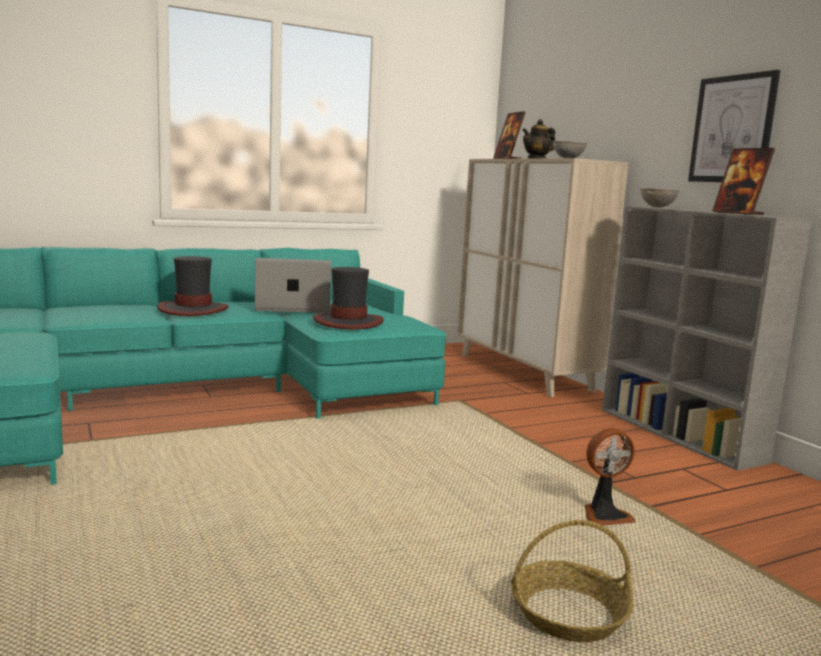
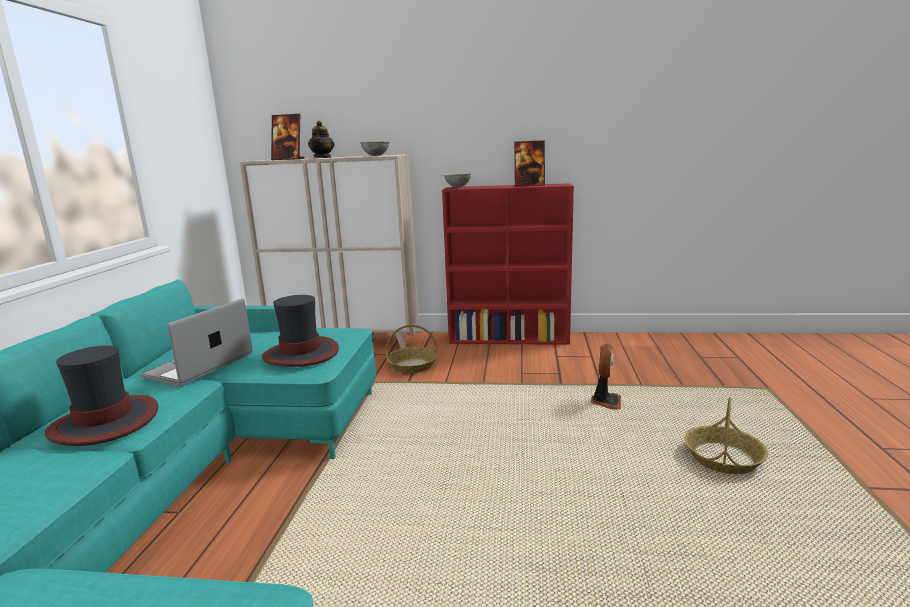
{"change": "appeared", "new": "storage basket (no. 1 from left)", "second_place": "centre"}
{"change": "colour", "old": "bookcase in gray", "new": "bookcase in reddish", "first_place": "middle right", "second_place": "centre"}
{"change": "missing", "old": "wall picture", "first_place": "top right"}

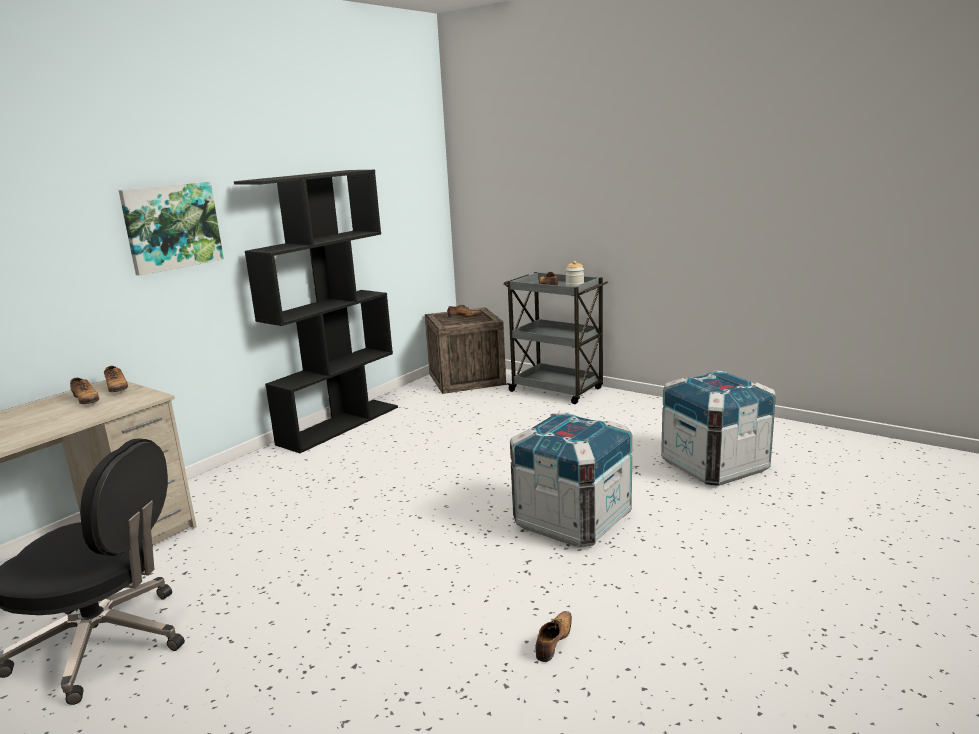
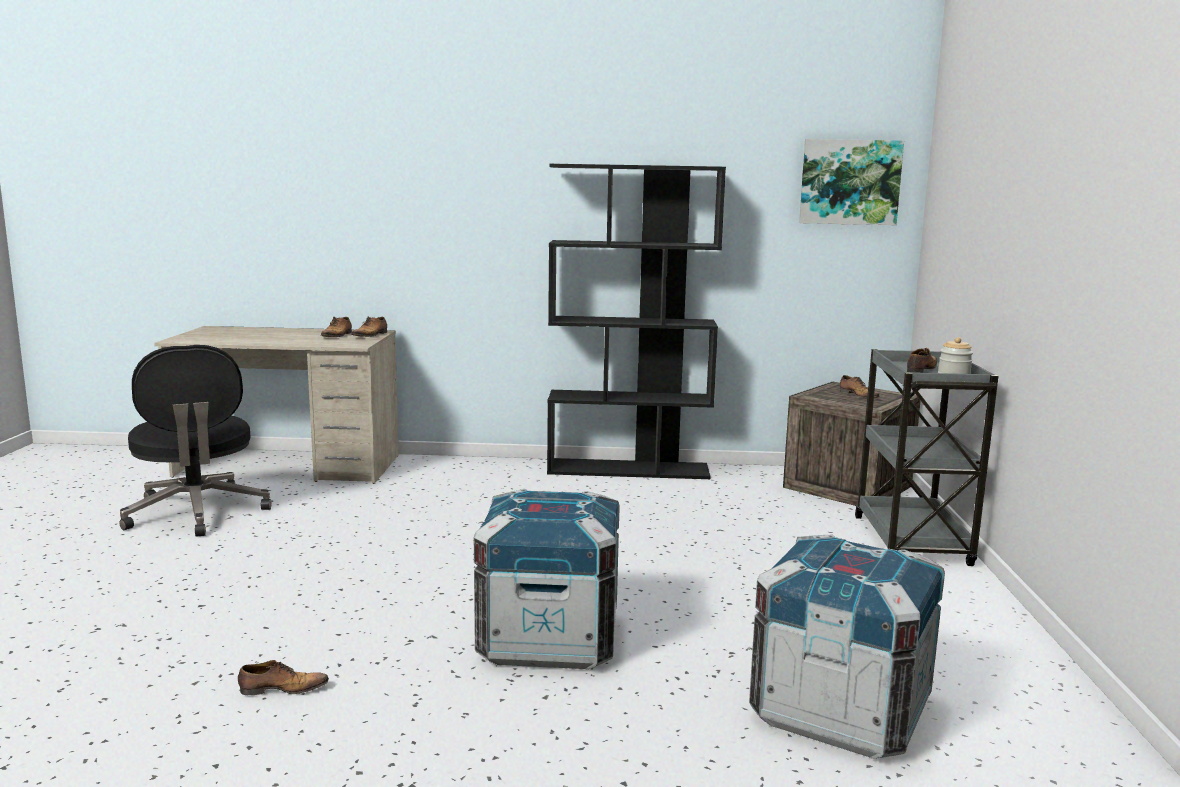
{"change": "relocated", "old": "wall picture", "first_place": "top left", "second_place": "top right"}

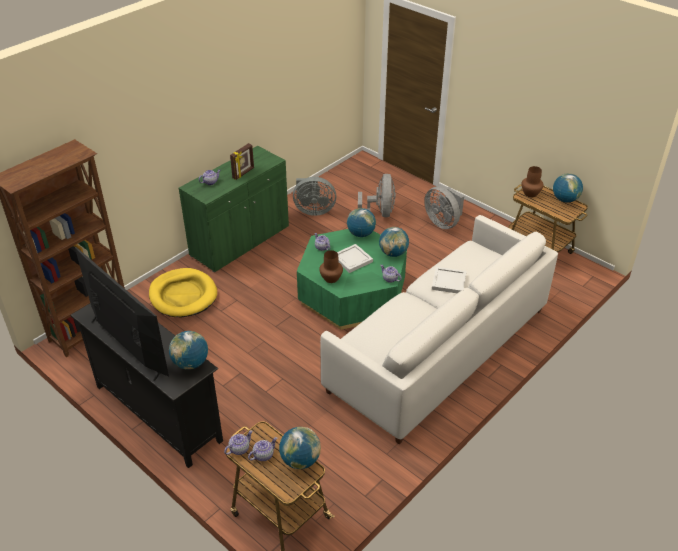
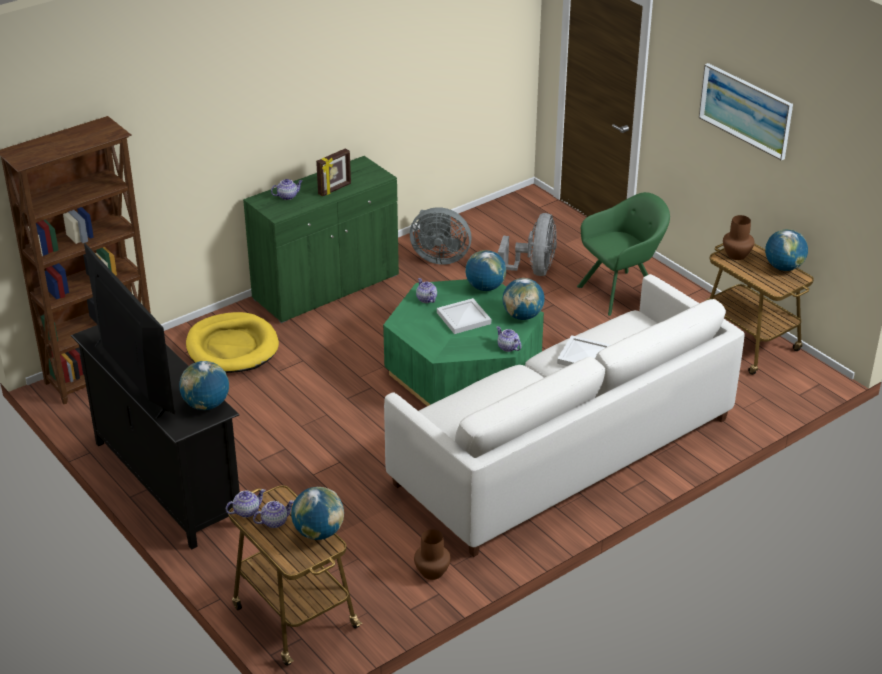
{"change": "relocated", "old": "decorative vase in brownish (no. 1 from left)", "first_place": "centre", "second_place": "bottom centre"}
{"change": "exchanged", "old": "cooling fan in gray (no. 3 from left)", "new": "easy chair in green", "first_place": "centre", "second_place": "middle right"}
{"change": "appeared", "new": "wall picture", "second_place": "top right"}

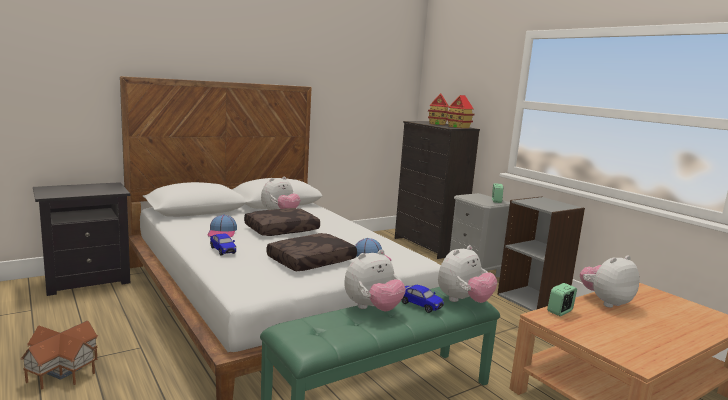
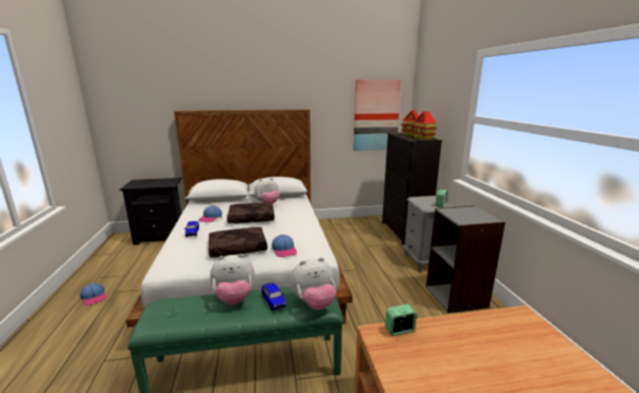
{"change": "exchanged", "old": "toy house (no. 1 from left)", "new": "peaked cap (no. 1 from left)", "first_place": "bottom left", "second_place": "bottom left"}
{"change": "appeared", "new": "wall picture", "second_place": "top centre"}
{"change": "missing", "old": "cuddly toy (no. 4 from left)", "first_place": "bottom right"}

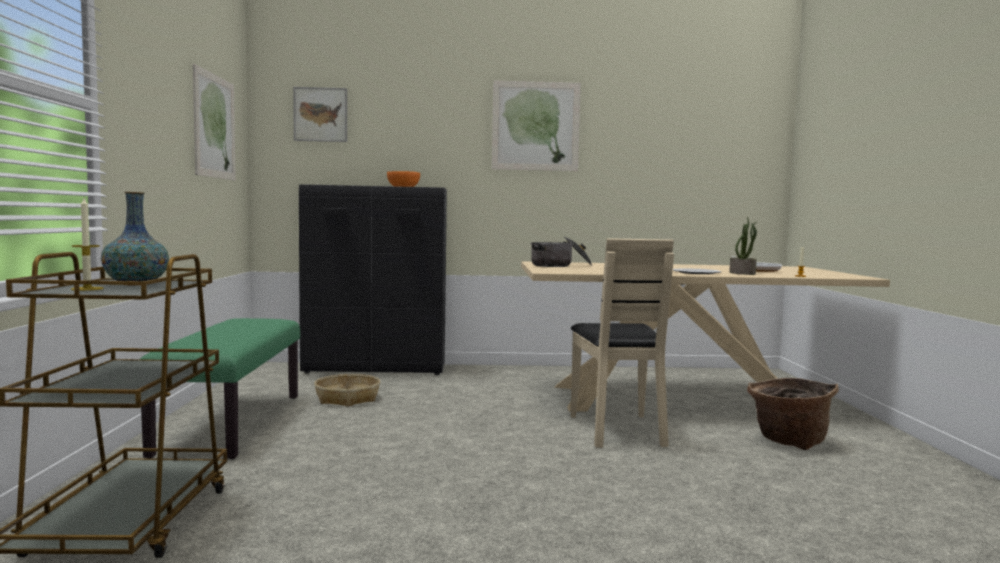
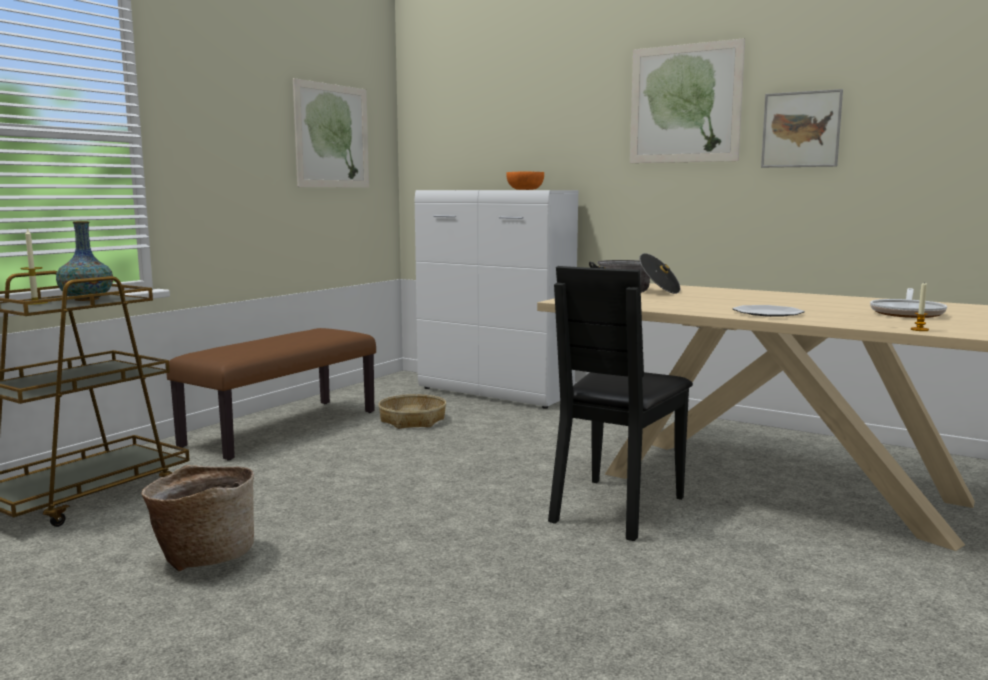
{"change": "relocated", "old": "storage basket (no. 2 from left in the first image)", "new": "storage basket (no. 1 from left)", "first_place": "bottom right", "second_place": "bottom left"}
{"change": "colour", "old": "indoor bench in green", "new": "indoor bench in brownish", "first_place": "bottom left", "second_place": "middle left"}
{"change": "colour", "old": "cupboard in black-coloured", "new": "cupboard in white", "first_place": "centre", "second_place": "centre"}
{"change": "colour", "old": "chair in sand-coloured", "new": "chair in black-coloured", "first_place": "centre", "second_place": "centre"}
{"change": "relocated", "old": "wall picture (no. 2 from left in the first image)", "new": "wall picture (no. 3 from left)", "first_place": "top left", "second_place": "top right"}
{"change": "missing", "old": "houseplant", "first_place": "middle right"}

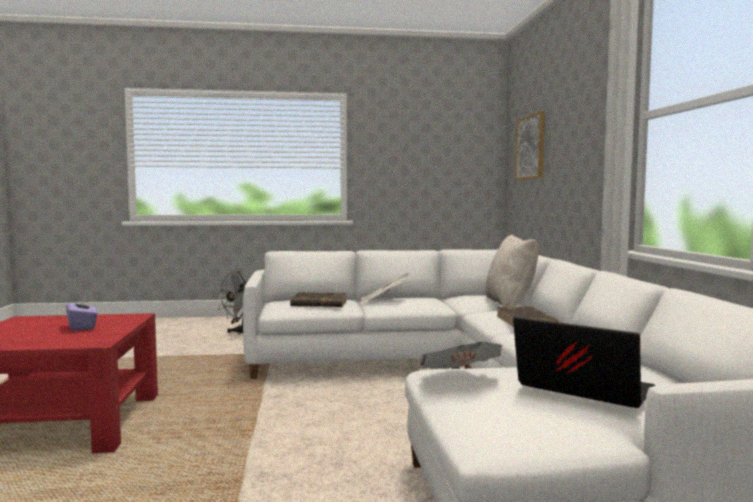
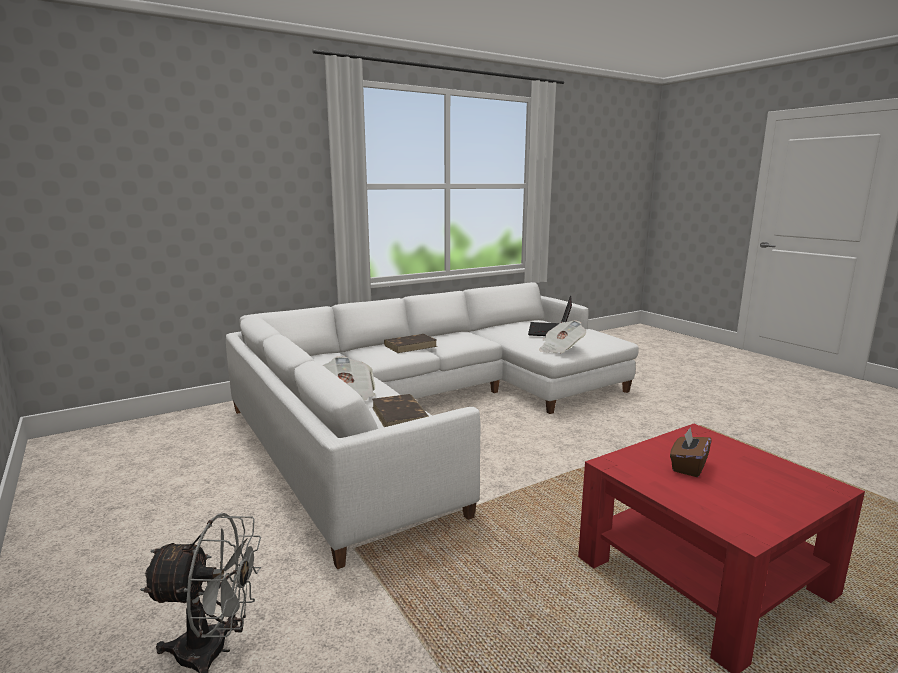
{"change": "colour", "old": "tissue holder in purple", "new": "tissue holder in brownish", "first_place": "middle left", "second_place": "bottom right"}
{"change": "missing", "old": "throw pillow in sand-coloured", "first_place": "middle right"}
{"change": "missing", "old": "wall picture", "first_place": "top right"}

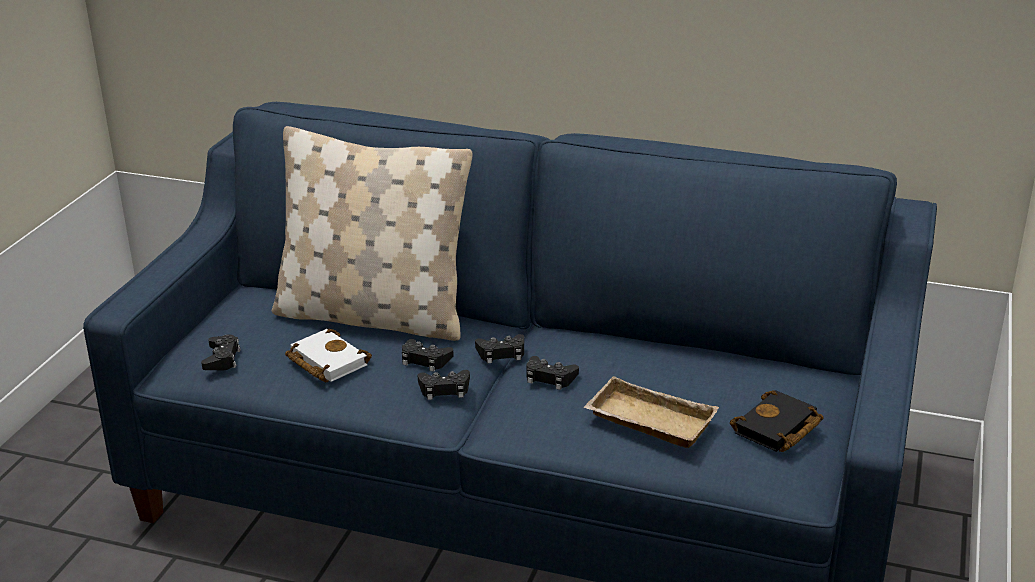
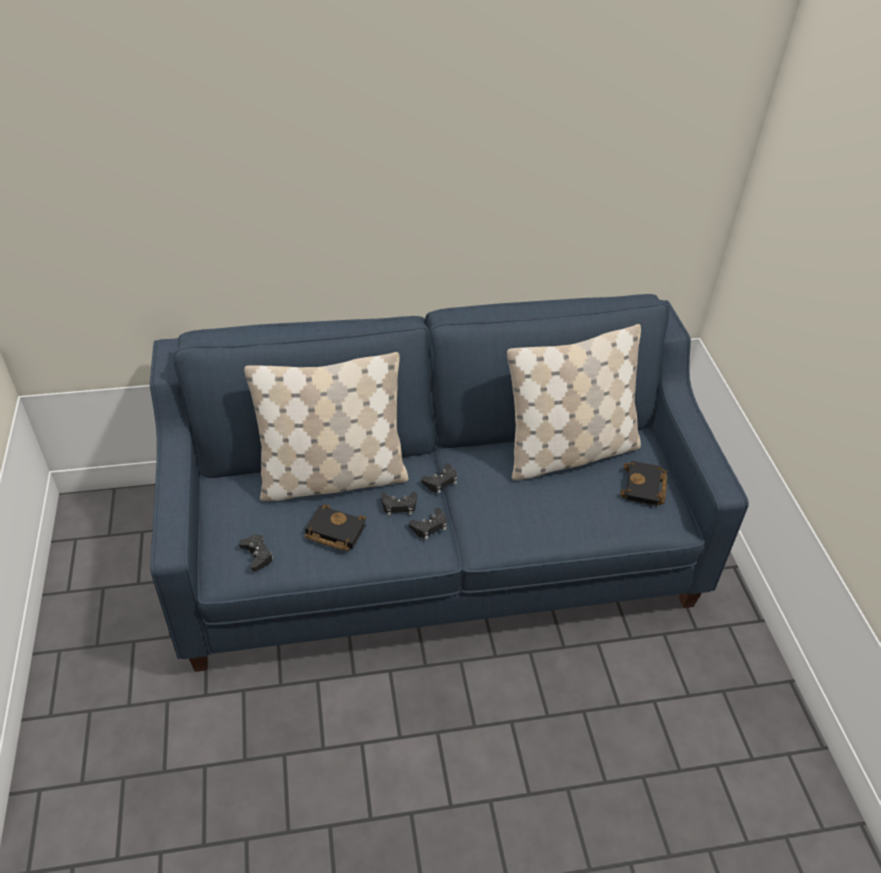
{"change": "colour", "old": "bound book in white", "new": "bound book in black-coloured (no. 1 from left)", "first_place": "middle left", "second_place": "centre"}
{"change": "appeared", "new": "throw pillow in sand-coloured (no. 2 from left)", "second_place": "centre"}
{"change": "missing", "old": "game controller in black-coloured (no. 5 from left)", "first_place": "centre"}
{"change": "missing", "old": "serving tray in sand-coloured", "first_place": "bottom centre"}

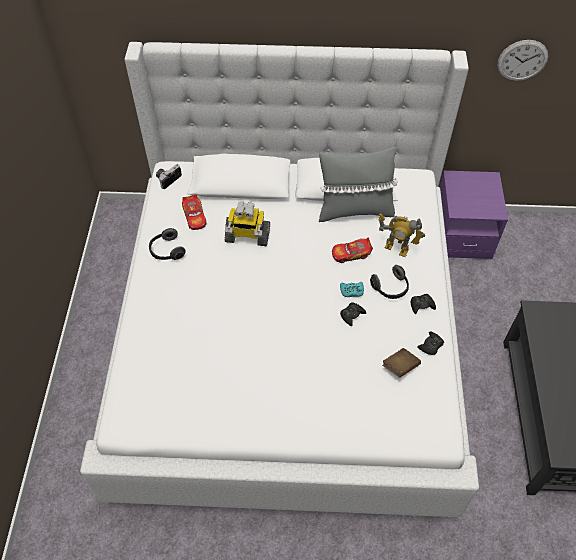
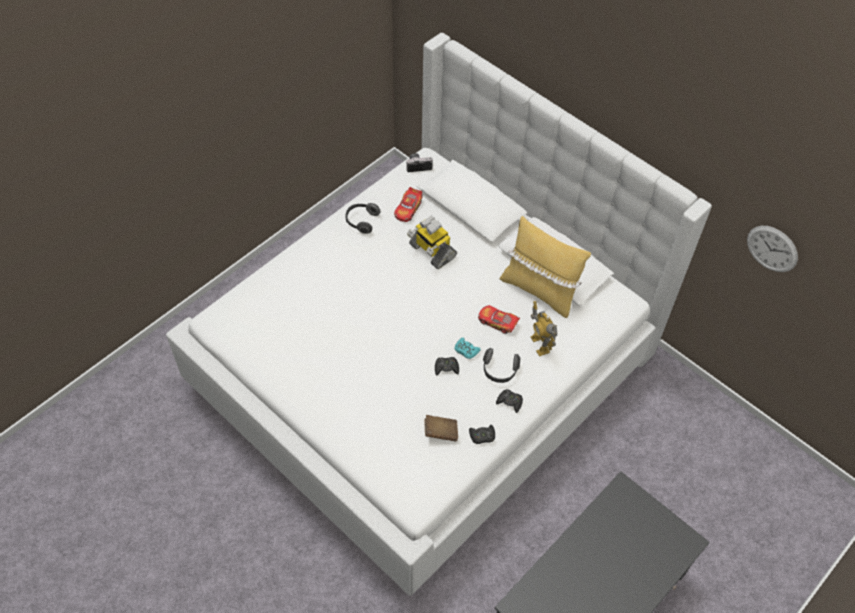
{"change": "colour", "old": "throw pillow in gray", "new": "throw pillow in yellow-coloured", "first_place": "top centre", "second_place": "centre"}
{"change": "missing", "old": "bedside table in purple", "first_place": "middle right"}

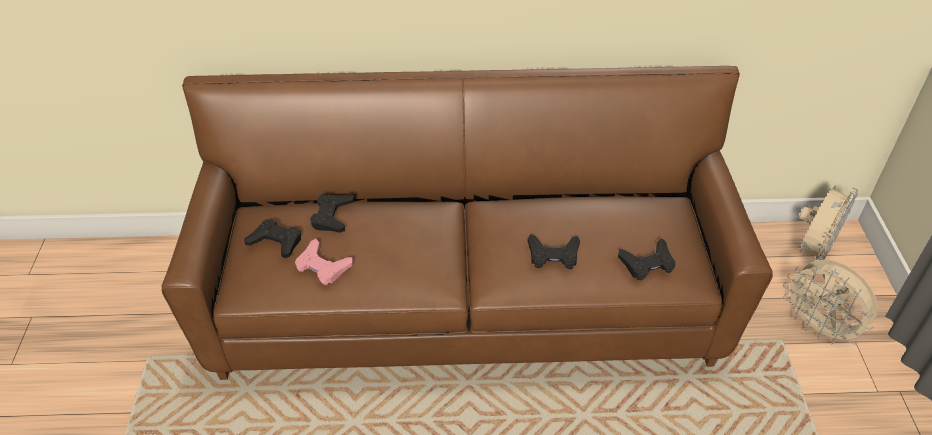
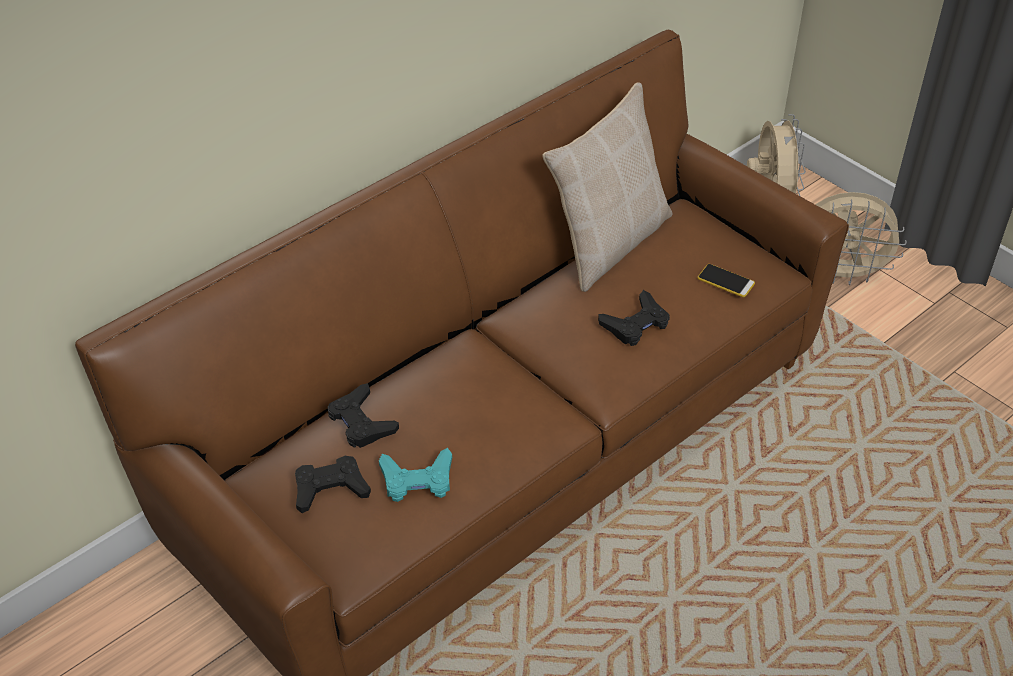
{"change": "colour", "old": "game controller in pinkish", "new": "game controller in turquoise", "first_place": "centre", "second_place": "bottom centre"}
{"change": "appeared", "new": "throw pillow in sand-coloured", "second_place": "top centre"}
{"change": "exchanged", "old": "game controller in black-coloured (no. 4 from left)", "new": "telephone", "first_place": "middle right", "second_place": "middle right"}

